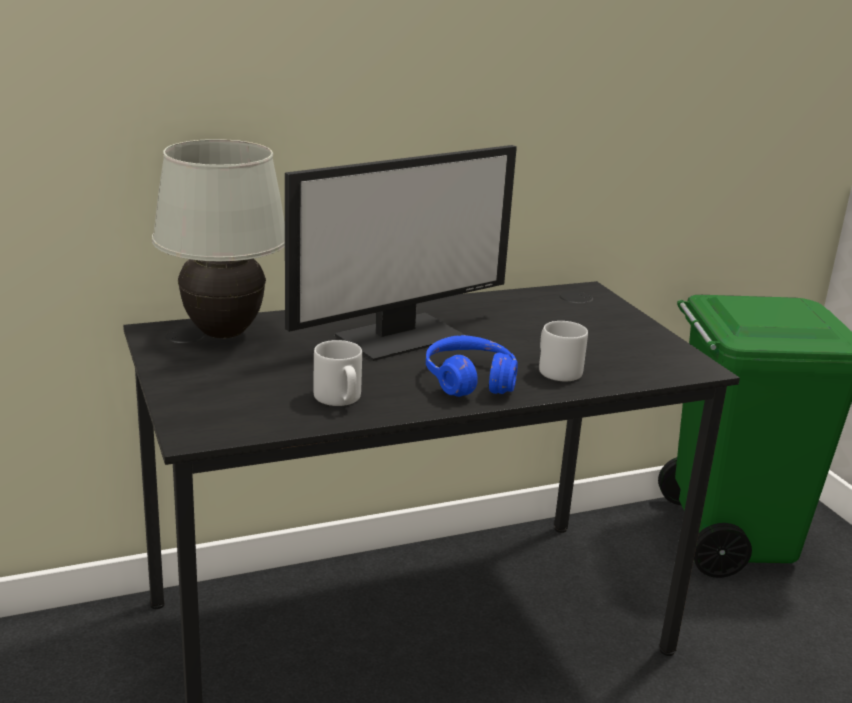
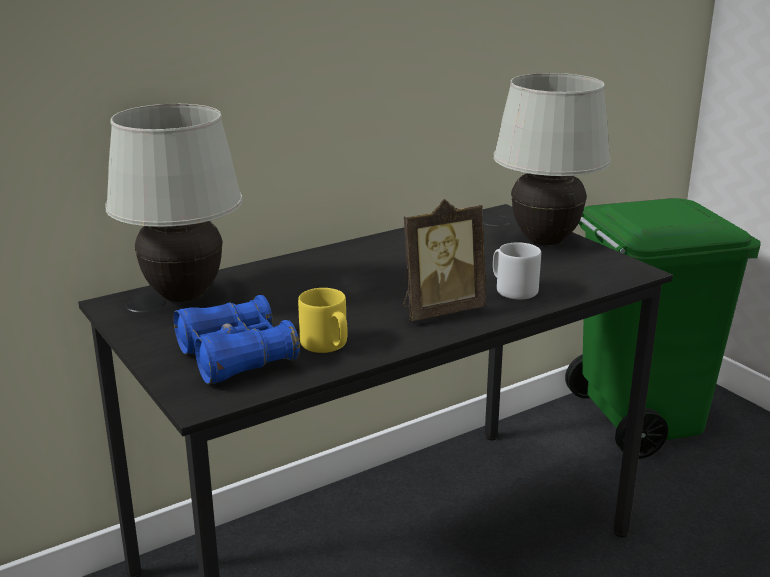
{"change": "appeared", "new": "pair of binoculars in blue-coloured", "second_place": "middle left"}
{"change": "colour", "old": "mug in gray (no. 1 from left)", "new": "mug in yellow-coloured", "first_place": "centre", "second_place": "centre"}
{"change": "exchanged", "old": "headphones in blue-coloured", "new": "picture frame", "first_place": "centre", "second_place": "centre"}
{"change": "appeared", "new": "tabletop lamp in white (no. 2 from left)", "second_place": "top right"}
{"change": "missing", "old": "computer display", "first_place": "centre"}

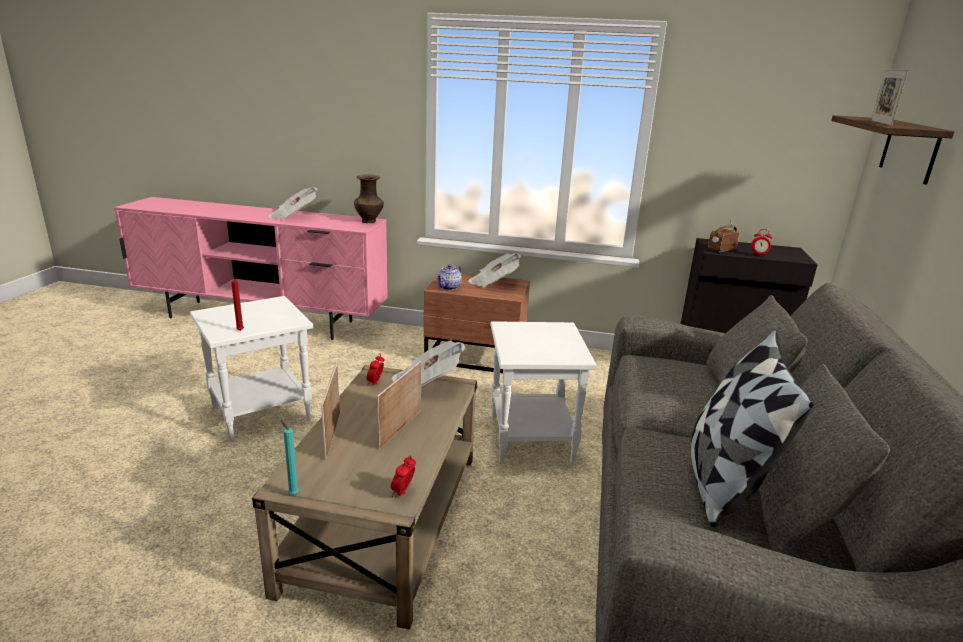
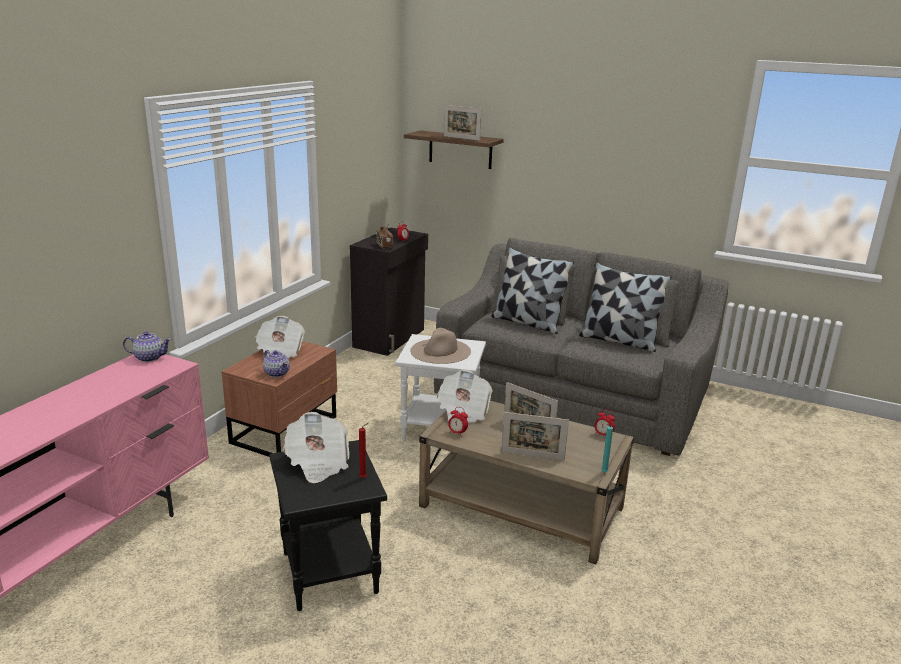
{"change": "exchanged", "old": "decorative vase in brownish", "new": "teapot (no. 1 from left)", "first_place": "top centre", "second_place": "middle left"}
{"change": "colour", "old": "end table in white (no. 1 from left)", "new": "end table in black-coloured", "first_place": "middle left", "second_place": "bottom centre"}
{"change": "relocated", "old": "newspaper (no. 1 from left in the first image)", "new": "newspaper (no. 2 from left)", "first_place": "top left", "second_place": "bottom centre"}
{"change": "appeared", "new": "wearable hat in sand-coloured", "second_place": "centre"}
{"change": "appeared", "new": "throw pillow (no. 1 from left)", "second_place": "centre"}

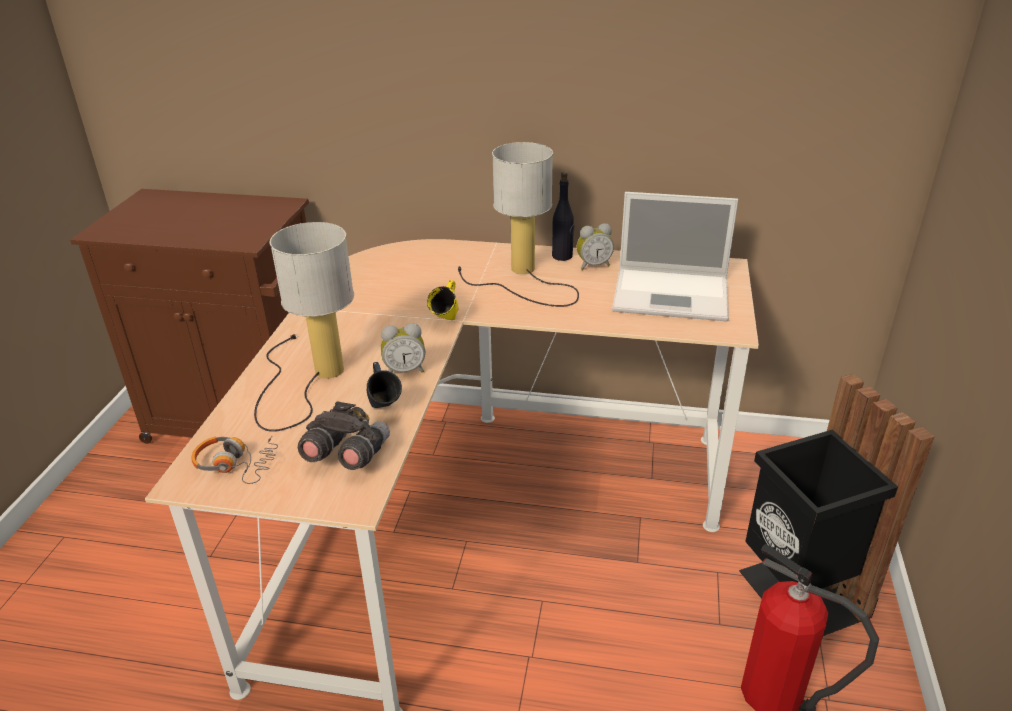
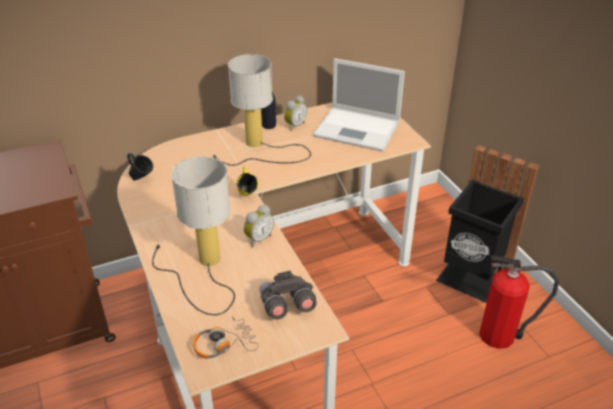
{"change": "relocated", "old": "mug in blue-coloured", "first_place": "centre", "second_place": "middle left"}
{"change": "spun", "old": "portable computer", "first_place": "middle right", "second_place": "top centre", "degrees": 45}

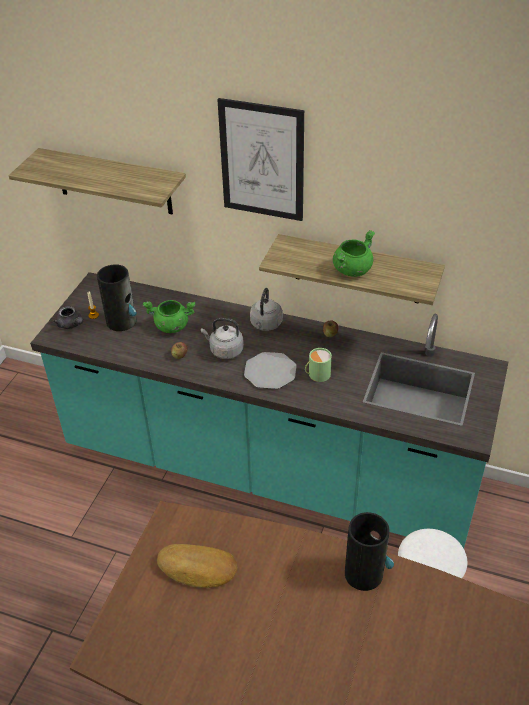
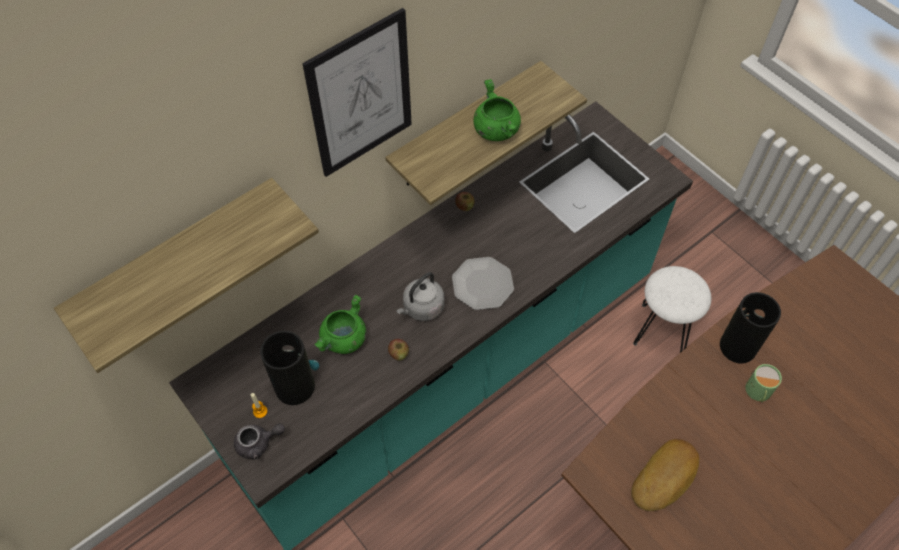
{"change": "relocated", "old": "mug in green", "first_place": "centre", "second_place": "bottom right"}
{"change": "missing", "old": "kettle in gray (no. 2 from left)", "first_place": "centre"}

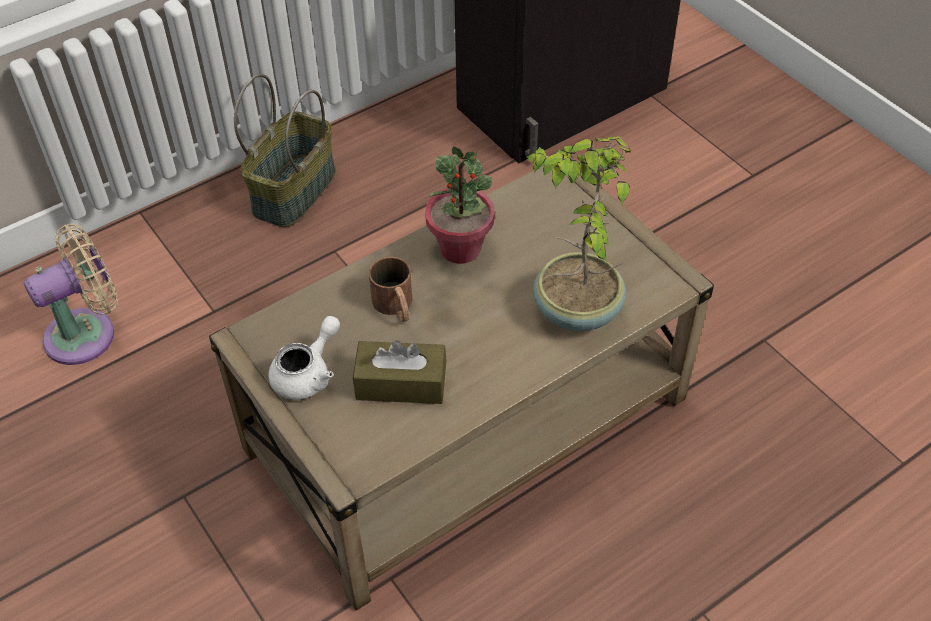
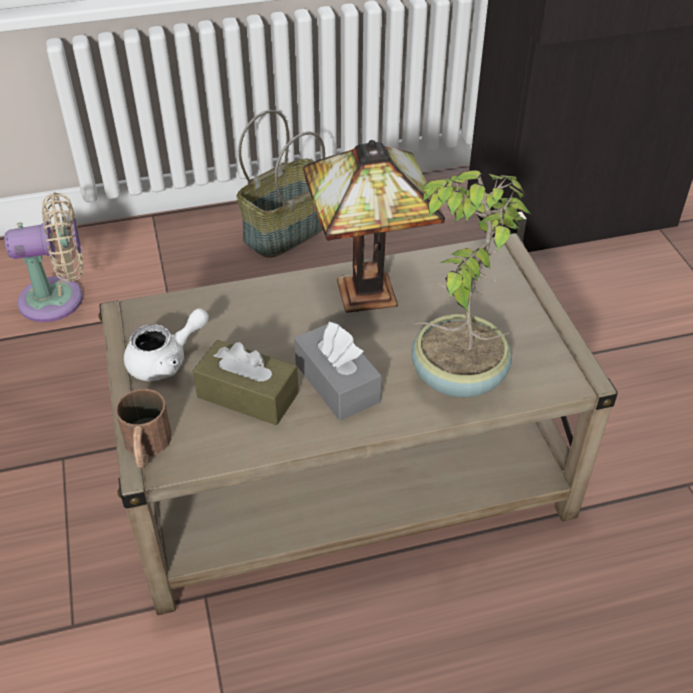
{"change": "relocated", "old": "mug in brownish", "first_place": "centre", "second_place": "middle left"}
{"change": "appeared", "new": "tissue holder in gray", "second_place": "centre"}
{"change": "exchanged", "old": "houseplant (no. 1 from left)", "new": "tabletop lamp", "first_place": "top centre", "second_place": "top centre"}

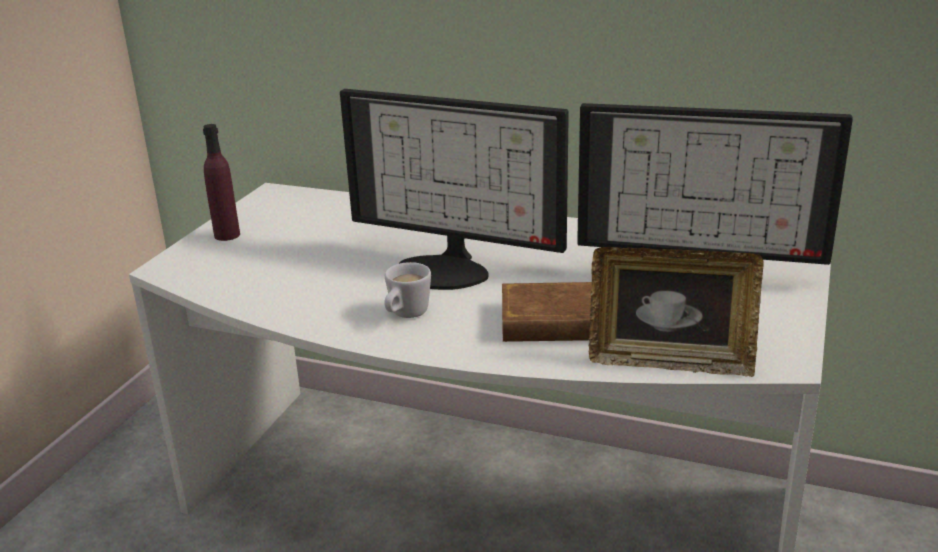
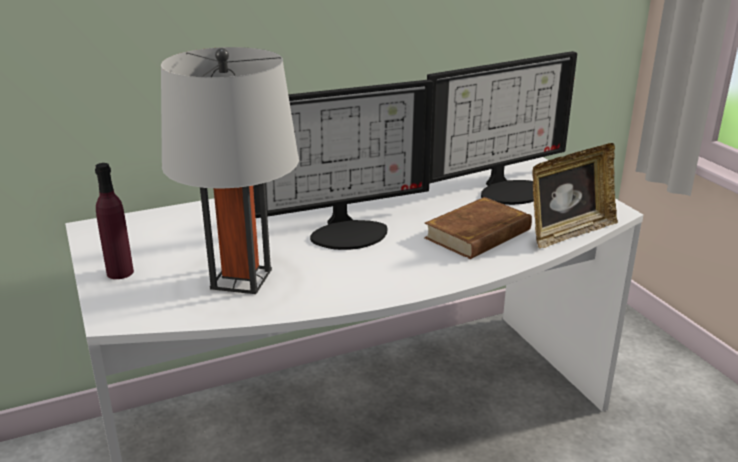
{"change": "appeared", "new": "tabletop lamp in gray", "second_place": "middle left"}
{"change": "missing", "old": "mug in white", "first_place": "centre"}

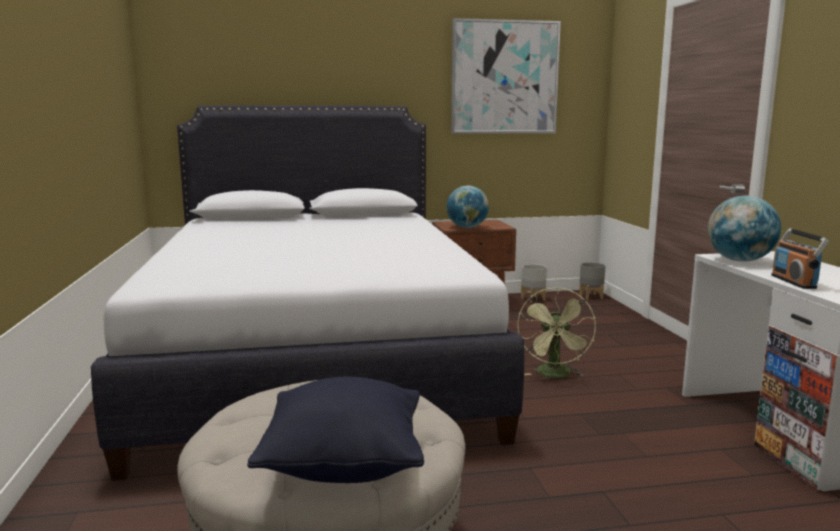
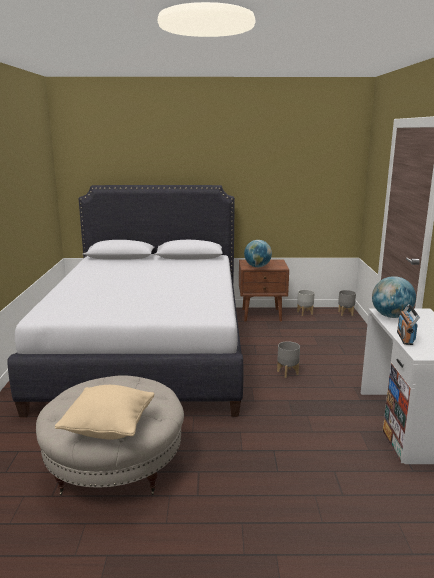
{"change": "colour", "old": "throw pillow in black-coloured", "new": "throw pillow in sand-coloured", "first_place": "bottom centre", "second_place": "bottom left"}
{"change": "exchanged", "old": "cooling fan in green", "new": "planter in gray (no. 1 from left)", "first_place": "centre", "second_place": "centre"}
{"change": "missing", "old": "wall picture", "first_place": "top centre"}

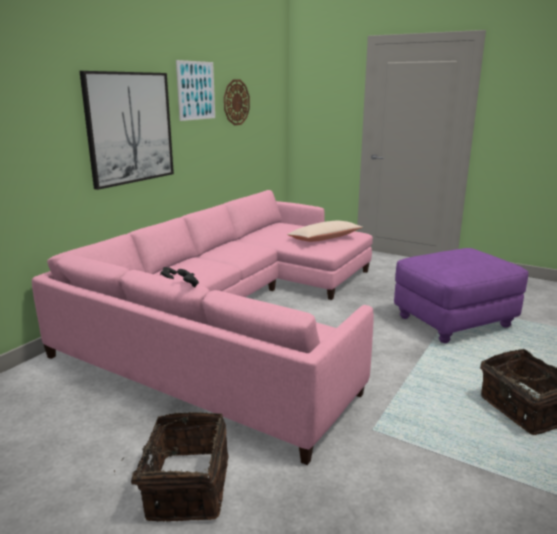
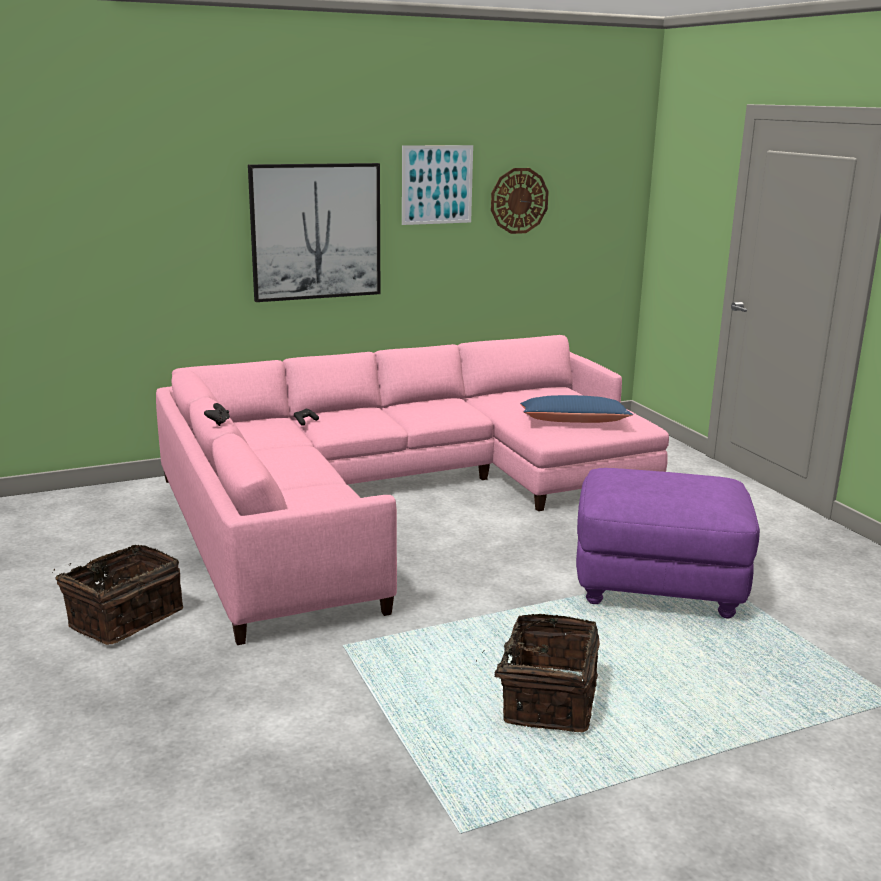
{"change": "colour", "old": "throw pillow in sand-coloured", "new": "throw pillow in blue-coloured", "first_place": "centre", "second_place": "centre"}

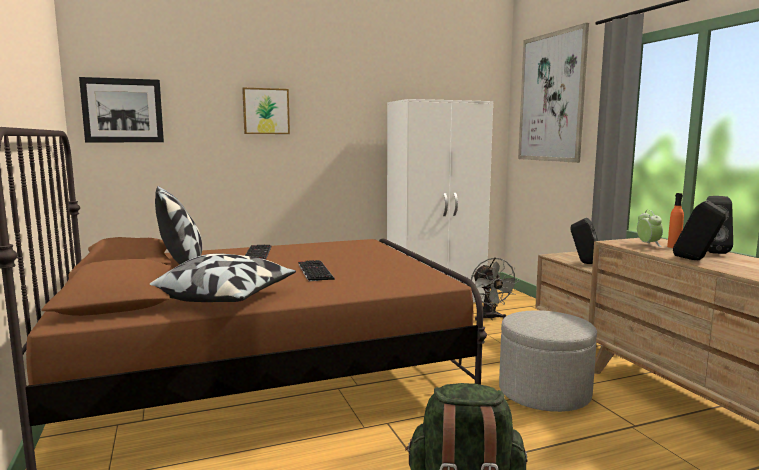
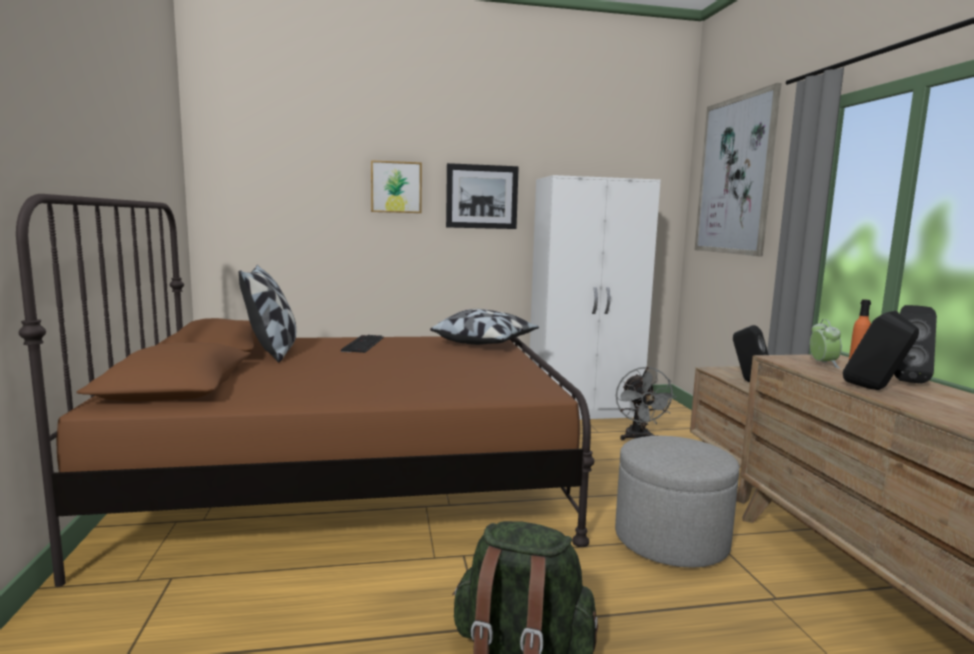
{"change": "relocated", "old": "throw pillow (no. 2 from left)", "first_place": "middle left", "second_place": "centre"}
{"change": "relocated", "old": "wall picture (no. 1 from left in the first image)", "new": "wall picture (no. 2 from left)", "first_place": "top left", "second_place": "top centre"}
{"change": "missing", "old": "PC keyboard (no. 2 from left)", "first_place": "centre"}

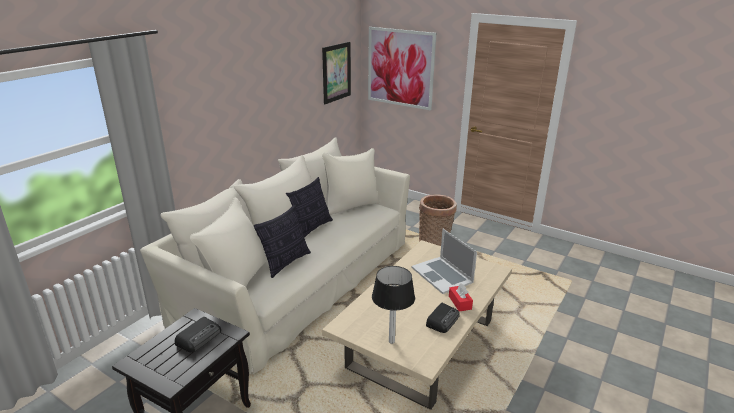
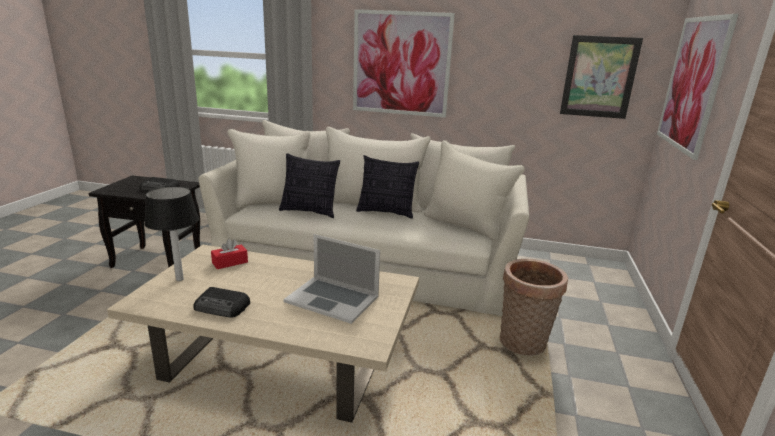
{"change": "relocated", "old": "tissue holder in reddish", "first_place": "bottom centre", "second_place": "middle left"}
{"change": "spun", "old": "portable computer", "first_place": "centre", "second_place": "centre", "degrees": -105}
{"change": "appeared", "new": "wall picture (no. 1 from left)", "second_place": "top centre"}

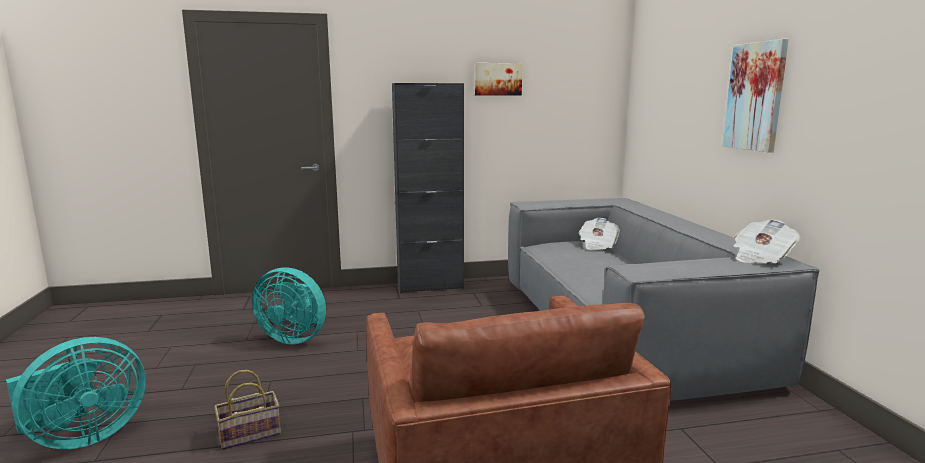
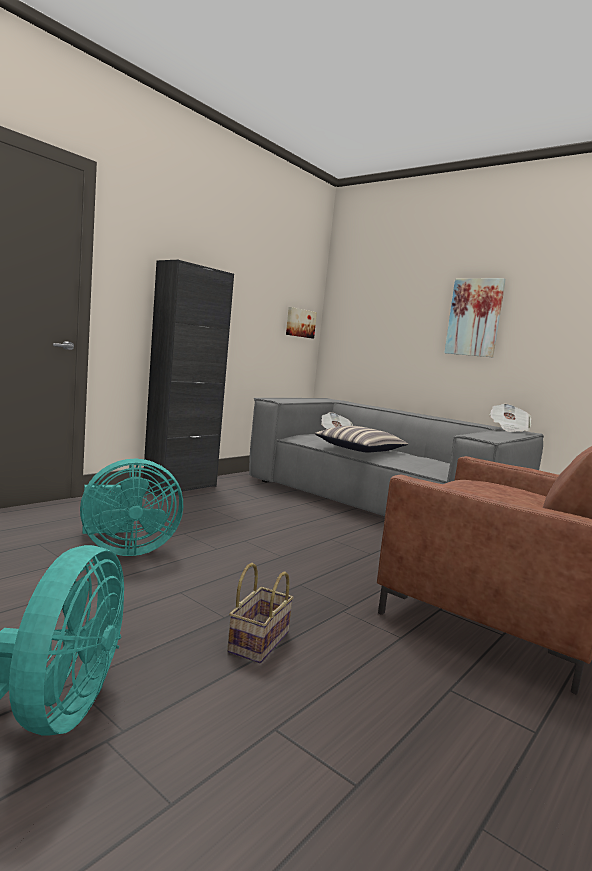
{"change": "relocated", "old": "wall picture (no. 1 from left)", "first_place": "top centre", "second_place": "centre"}
{"change": "appeared", "new": "throw pillow", "second_place": "centre"}

